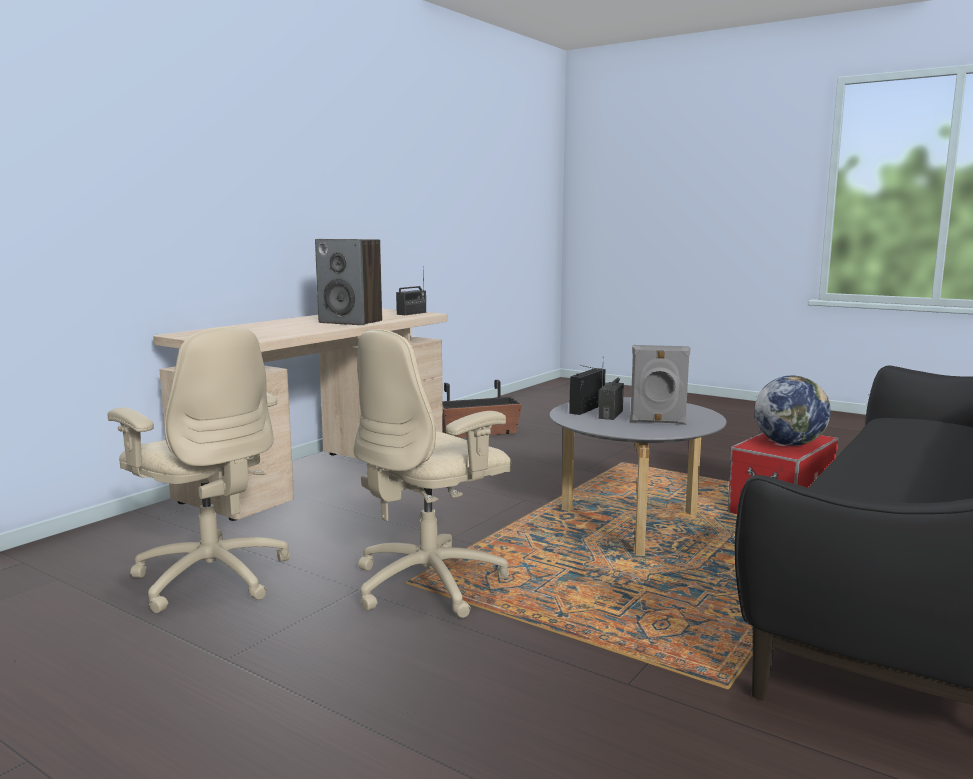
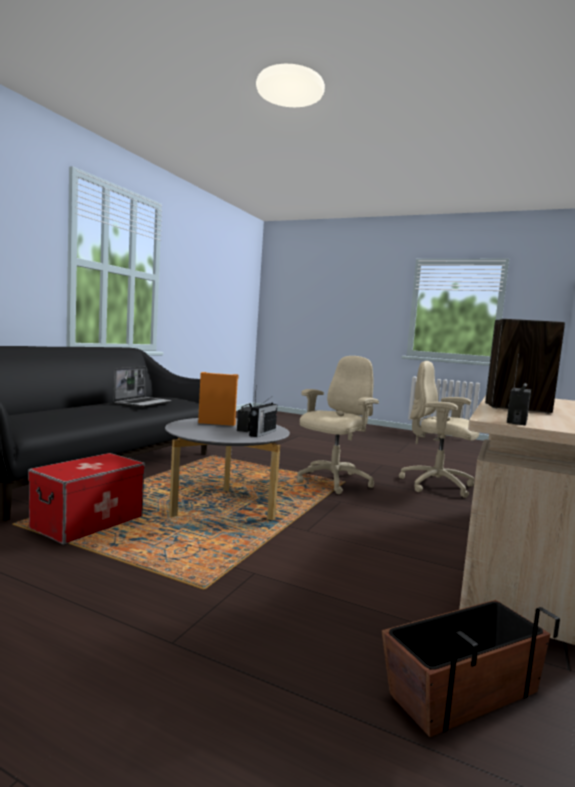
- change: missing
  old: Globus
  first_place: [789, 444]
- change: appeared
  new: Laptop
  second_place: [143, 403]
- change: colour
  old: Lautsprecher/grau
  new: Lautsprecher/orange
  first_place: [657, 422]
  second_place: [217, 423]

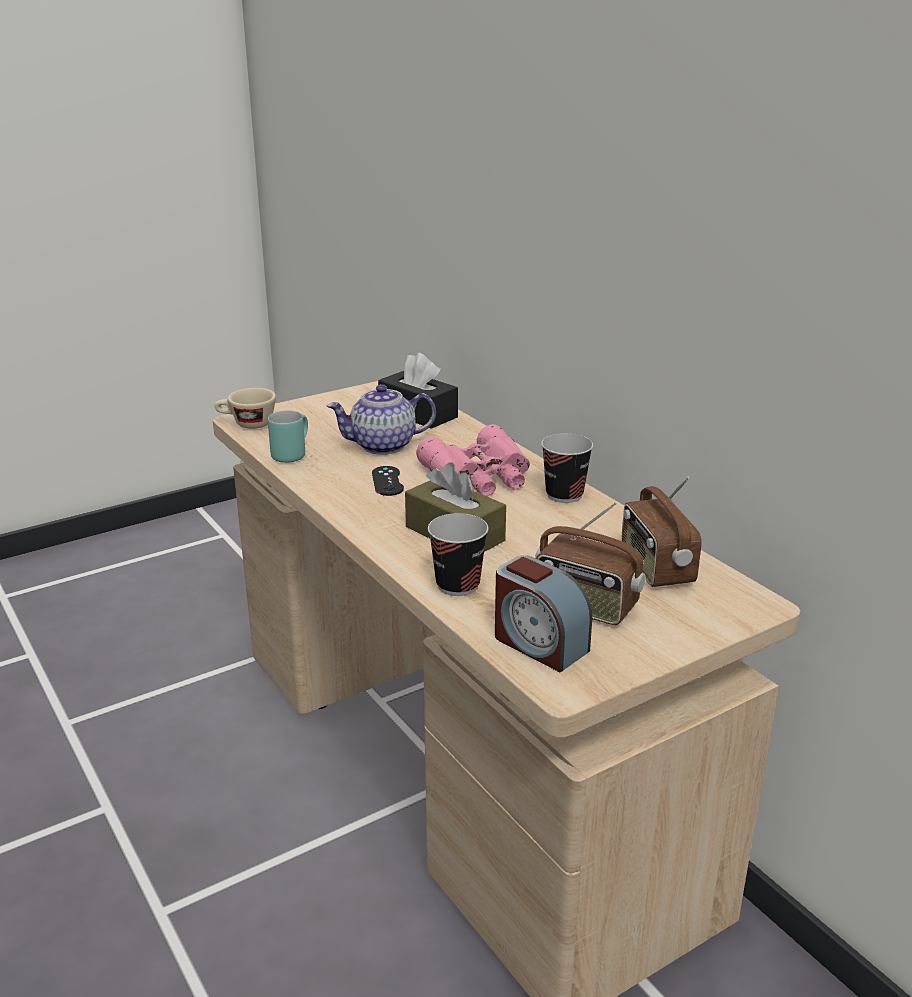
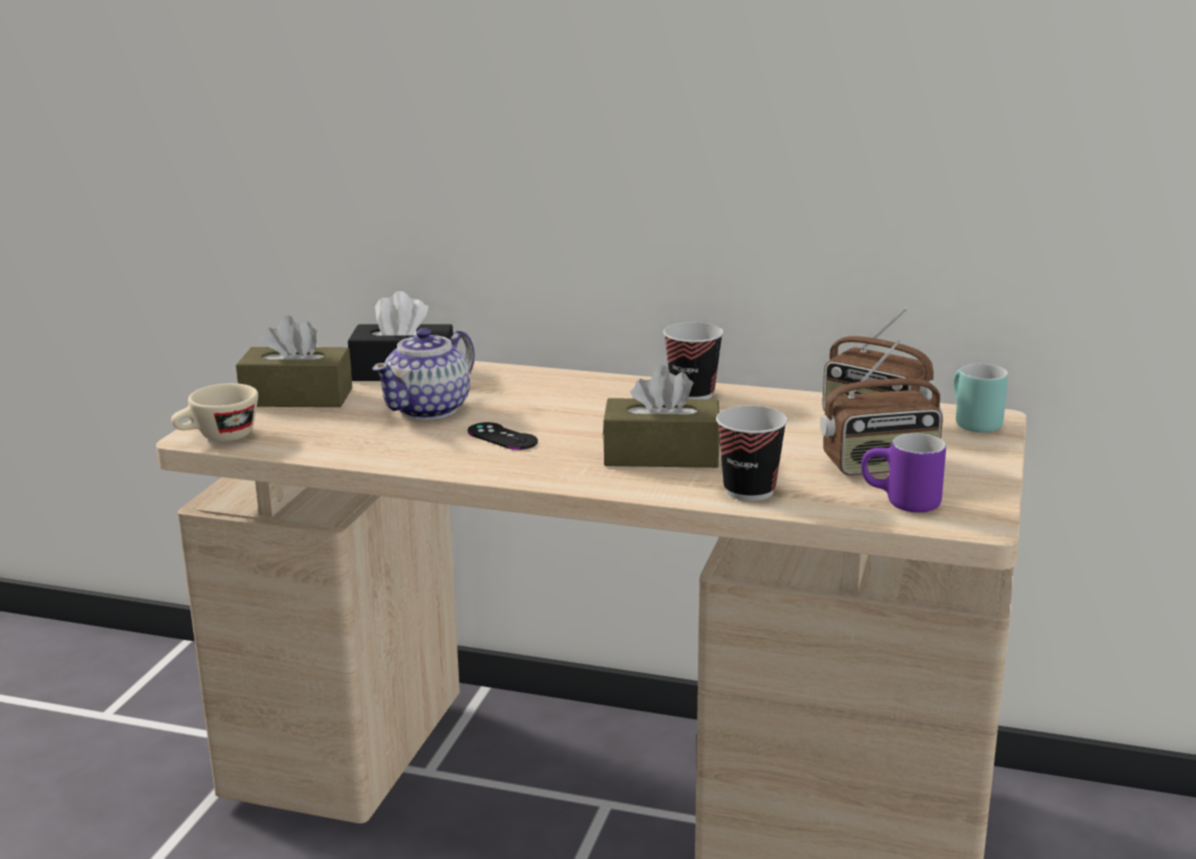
- change: missing
  old: Fernglas/rosa
  first_place: [481, 475]
- change: appeared
  new: Taschentuchbox/braun
  second_place: [297, 397]
- change: relocated
  old: Henkelbecher/türkis
  first_place: [290, 453]
  second_place: [969, 423]
- change: exchanged
  old: Wecker
  new: Henkelbecher/lila
  first_place: [539, 644]
  second_place: [900, 504]

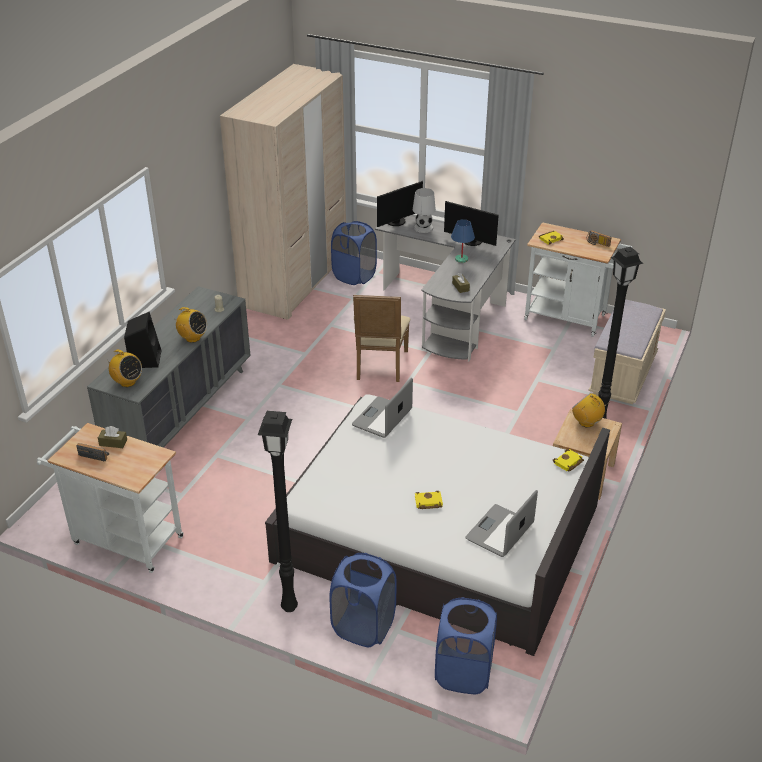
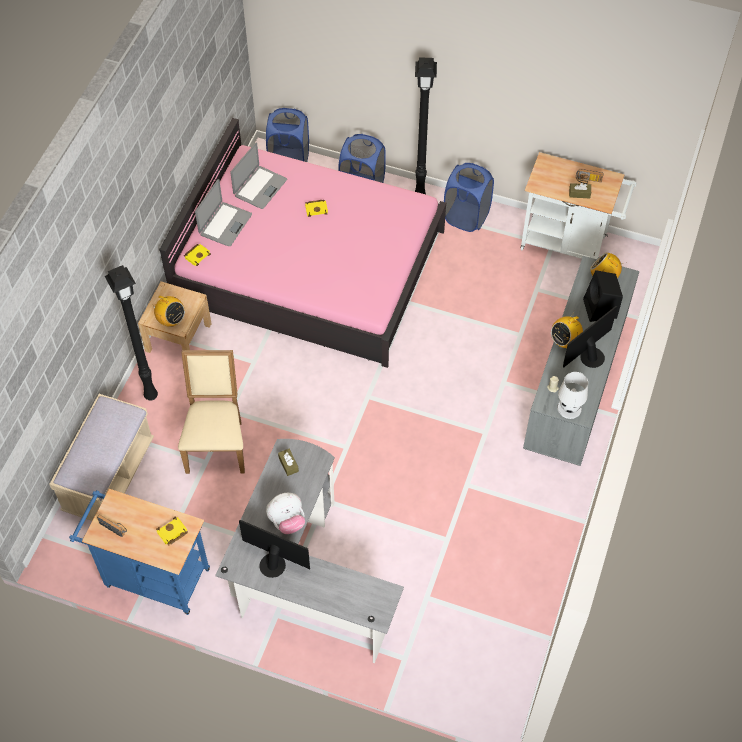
- change: missing
  old: Kleiderschrank/beige
  first_place: [295, 280]
- change: relocated
  old: Wäschekorb/blau
  first_place: [354, 276]
  second_place: [466, 216]
- change: relocated
  old: Laptop
  first_place: [382, 418]
  second_place: [225, 224]
- change: relocated
  old: Stuhl/beige
  first_place: [379, 367]
  second_place: [217, 443]
- change: relocated
  old: Monitor
  first_place: [397, 222]
  second_place: [590, 356]
- change: relocated
  old: Tischlampe/weiß
  first_place: [423, 228]
  second_place: [569, 408]
- change: exchanged
  old: Tischlampe/blau
  new: Plüschtier
  first_place: [461, 259]
  second_place: [287, 521]
- change: colour
  old: Bett/weiß
  new: Bett/rosa
  first_place: [438, 534]
  second_place: [309, 266]
- change: colour
  old: Rollwagen/weiß
  new: Rollwagen/blau
  first_place: [570, 318]
  second_place: [151, 576]
- change: spun
  old: Radio
  first_place: [192, 338]
  second_place: [565, 341]
  degrees: -60

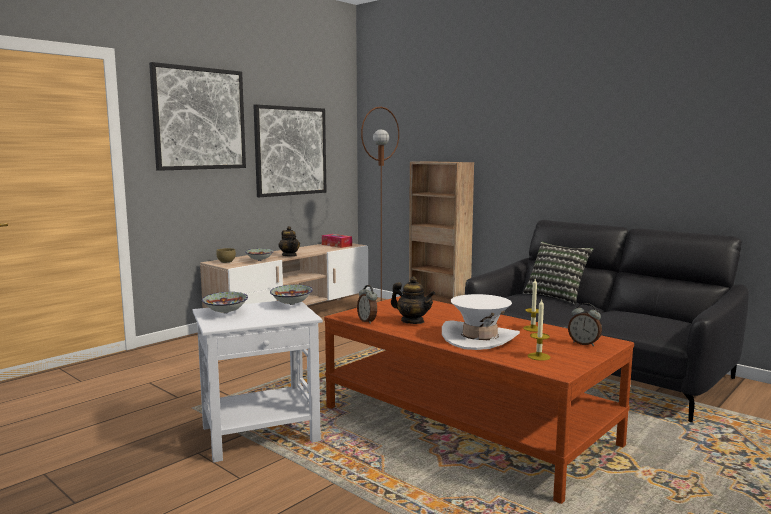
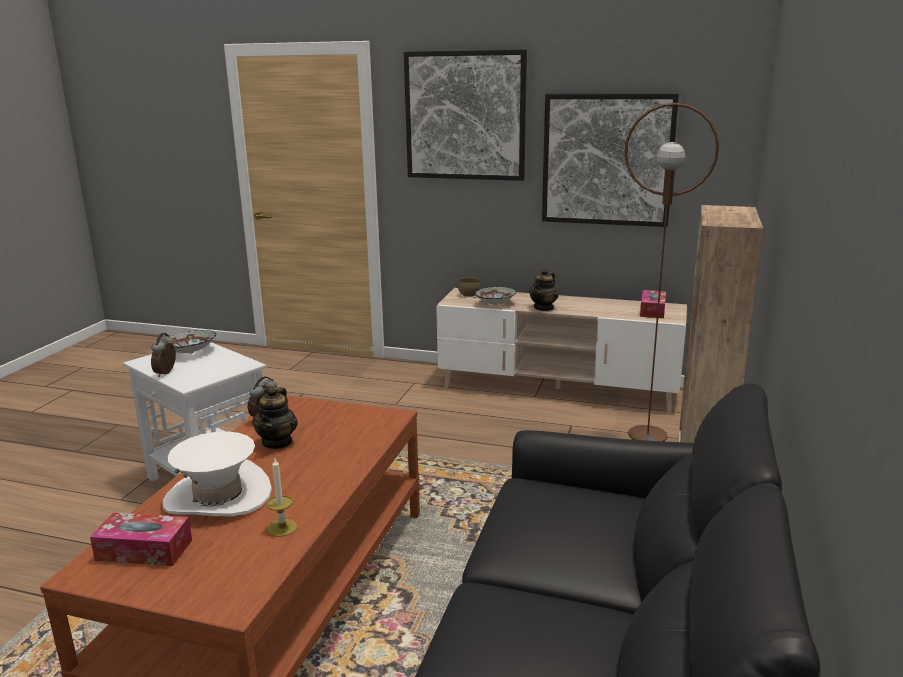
- change: missing
  old: Schüssel
  first_place: [292, 304]
- change: missing
  old: Kissen
  first_place: [556, 296]
- change: relocated
  old: Wecker
  first_place: [584, 343]
  second_place: [167, 373]
- change: exchanged
  old: Kerze
  new: Taschentuchbox
  first_place: [538, 356]
  second_place: [144, 550]

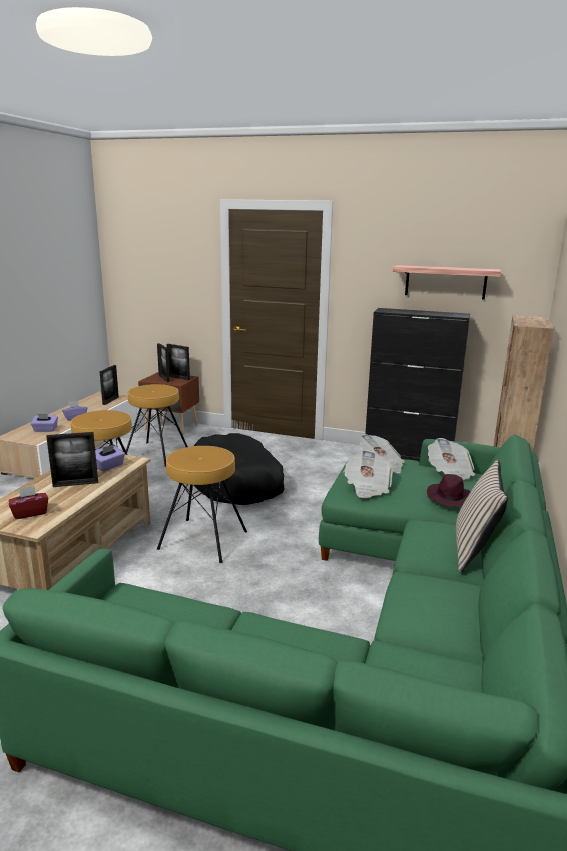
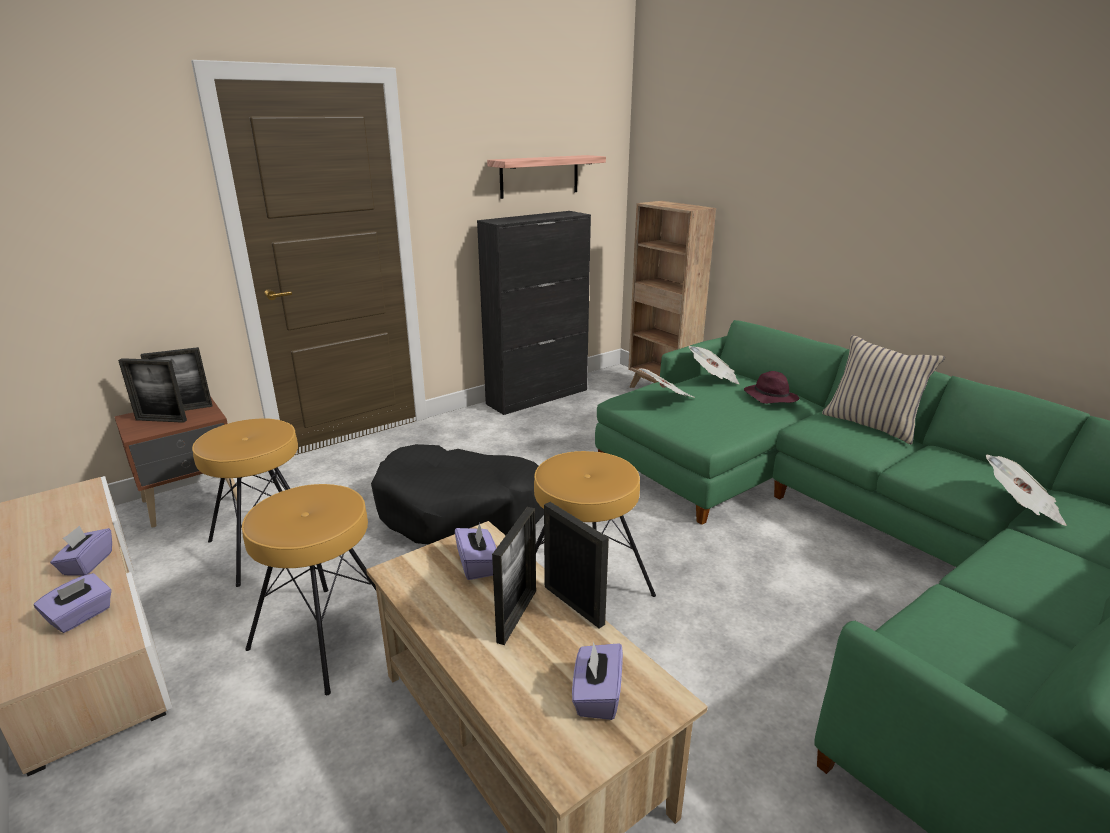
- change: relocated
  old: Bilderrahmen
  first_place: [110, 400]
  second_place: [573, 605]
- change: relocated
  old: Zeitung
  first_place: [367, 487]
  second_place: [1020, 507]
- change: colour
  old: Taschentuchbox/rot
  new: Taschentuchbox/lila
  first_place: [30, 513]
  second_place: [596, 696]

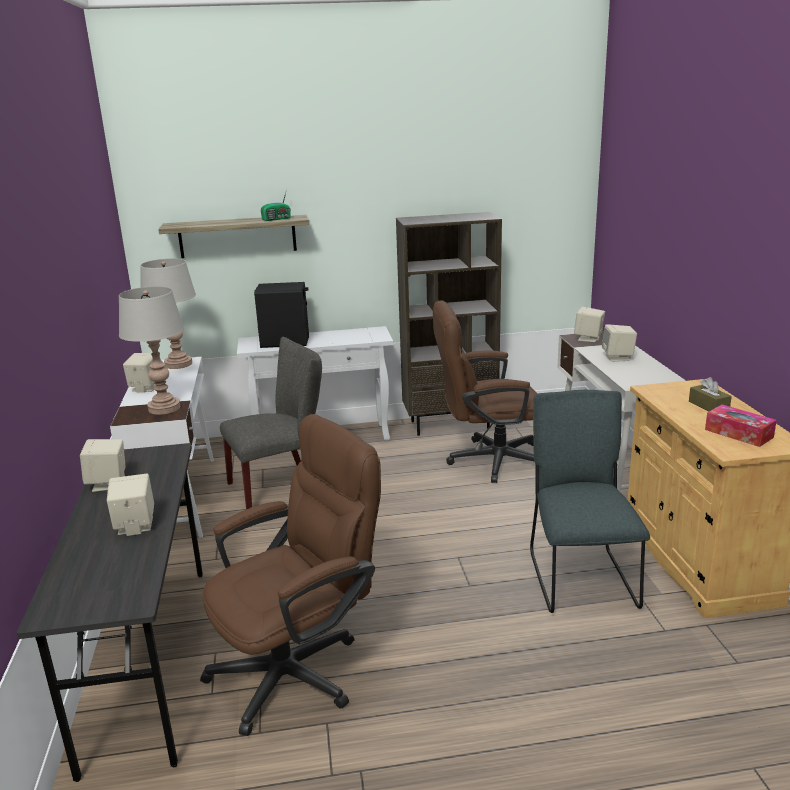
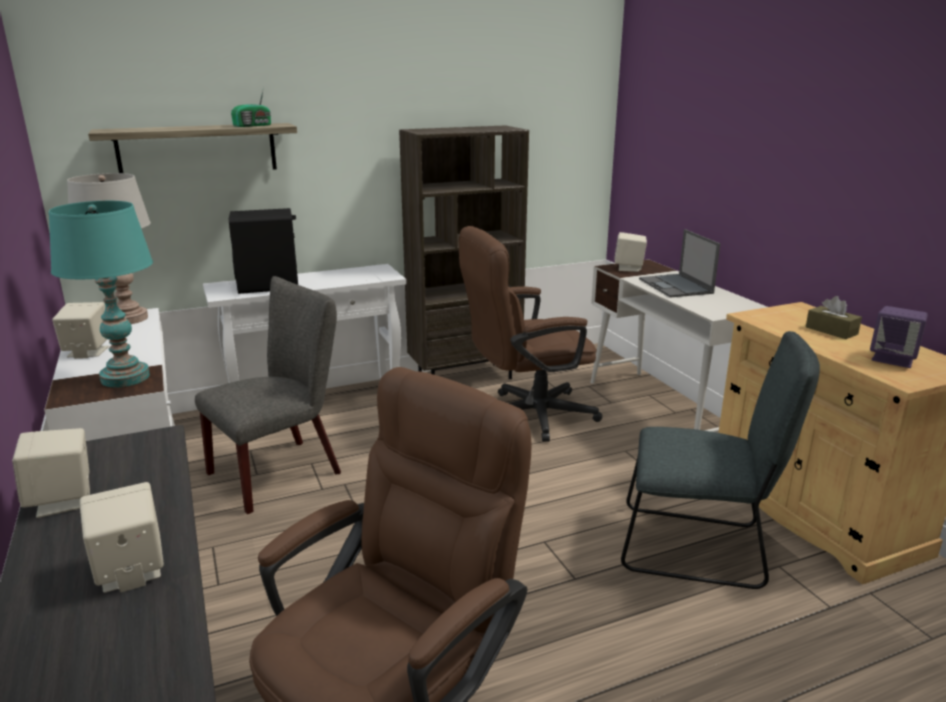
- change: exchanged
  old: Lautsprecher/beige
  new: Laptop
  first_place: [618, 357]
  second_place: [676, 286]
- change: exchanged
  old: Taschentuchbox
  new: Lautsprecher/lila
  first_place: [738, 433]
  second_place: [893, 359]
- change: colour
  old: Tischlampe/grau
  new: Tischlampe/türkis
  first_place: [164, 408]
  second_place: [125, 378]
- change: spun
  old: Stuhl/grau
  first_place: [580, 576]
  second_place: [699, 548]
  degrees: 120

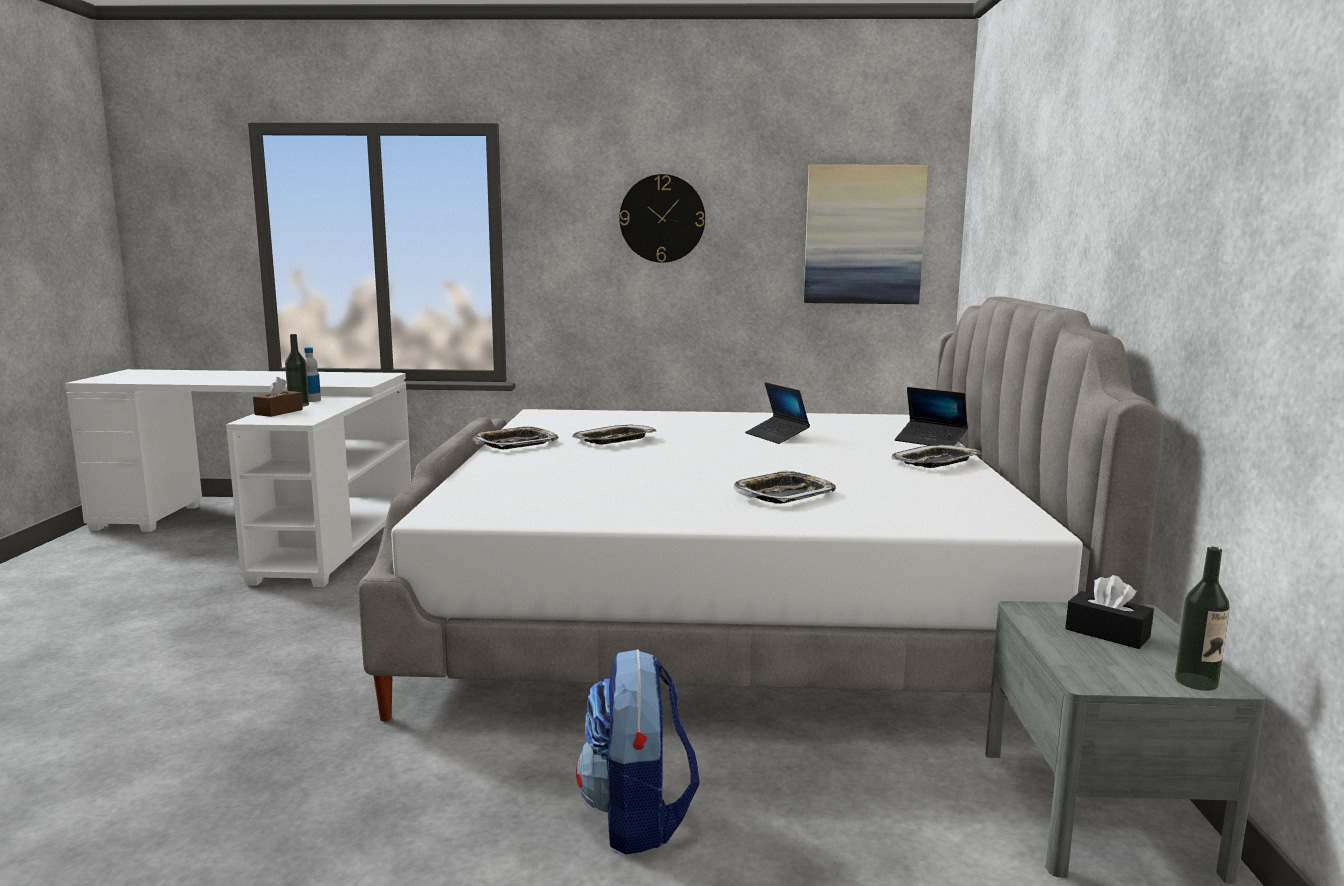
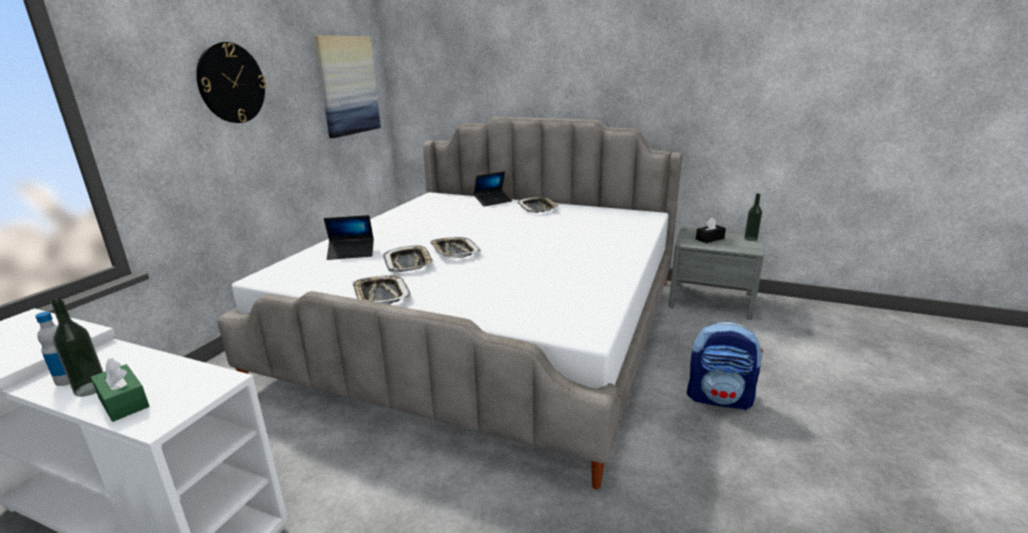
- change: relocated
  old: Tablett
  first_place: [783, 495]
  second_place: [454, 251]
- change: relocated
  old: Laptop
  first_place: [777, 436]
  second_place: [351, 253]
- change: colour
  old: Taschentuchbox/braun
  new: Taschentuchbox/grün
  first_place: [279, 412]
  second_place: [123, 402]

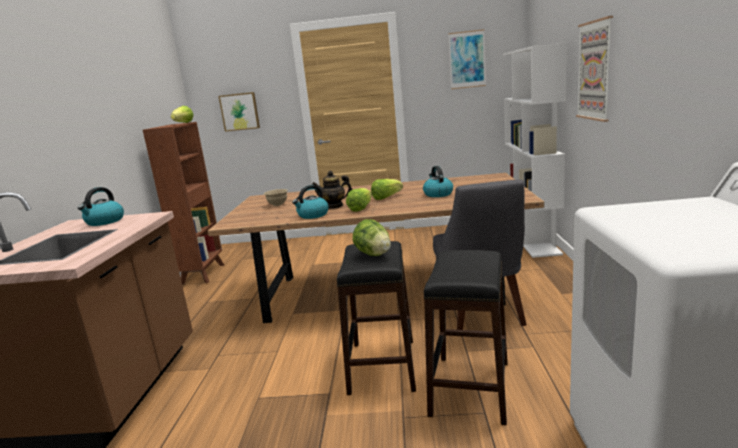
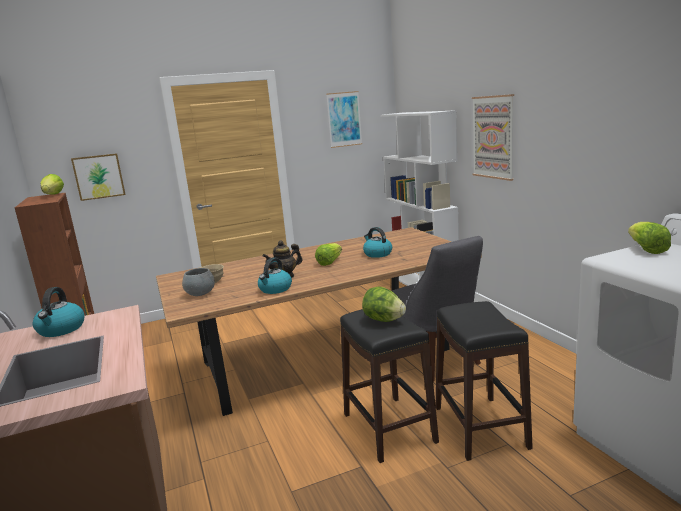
- change: appeared
  new: Schüssel/grau
  second_place: [201, 294]
- change: relocated
  old: Salatkopf
  first_place: [361, 208]
  second_place: [646, 249]

